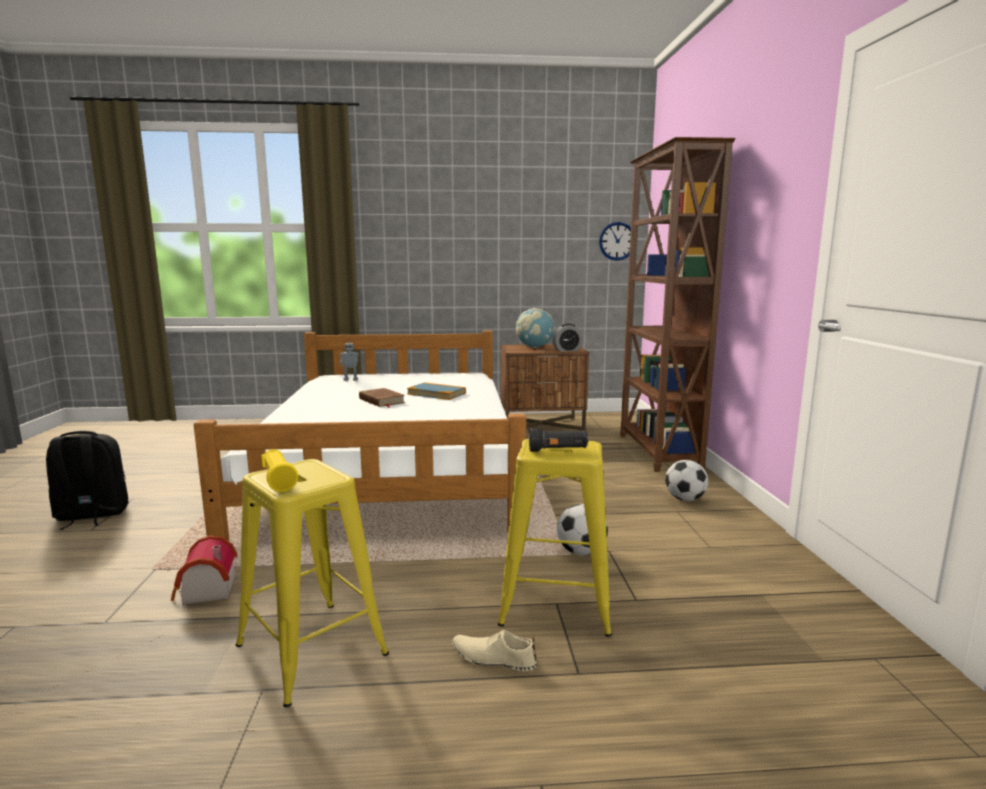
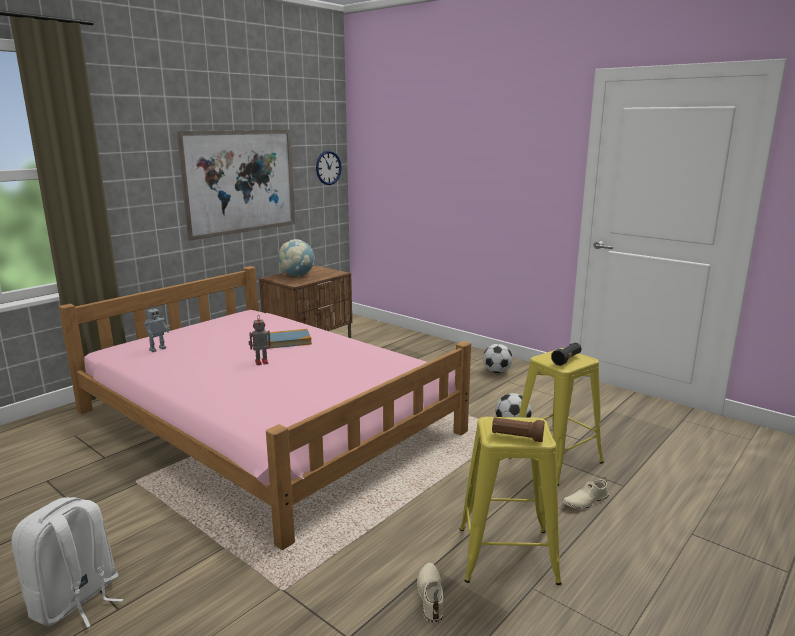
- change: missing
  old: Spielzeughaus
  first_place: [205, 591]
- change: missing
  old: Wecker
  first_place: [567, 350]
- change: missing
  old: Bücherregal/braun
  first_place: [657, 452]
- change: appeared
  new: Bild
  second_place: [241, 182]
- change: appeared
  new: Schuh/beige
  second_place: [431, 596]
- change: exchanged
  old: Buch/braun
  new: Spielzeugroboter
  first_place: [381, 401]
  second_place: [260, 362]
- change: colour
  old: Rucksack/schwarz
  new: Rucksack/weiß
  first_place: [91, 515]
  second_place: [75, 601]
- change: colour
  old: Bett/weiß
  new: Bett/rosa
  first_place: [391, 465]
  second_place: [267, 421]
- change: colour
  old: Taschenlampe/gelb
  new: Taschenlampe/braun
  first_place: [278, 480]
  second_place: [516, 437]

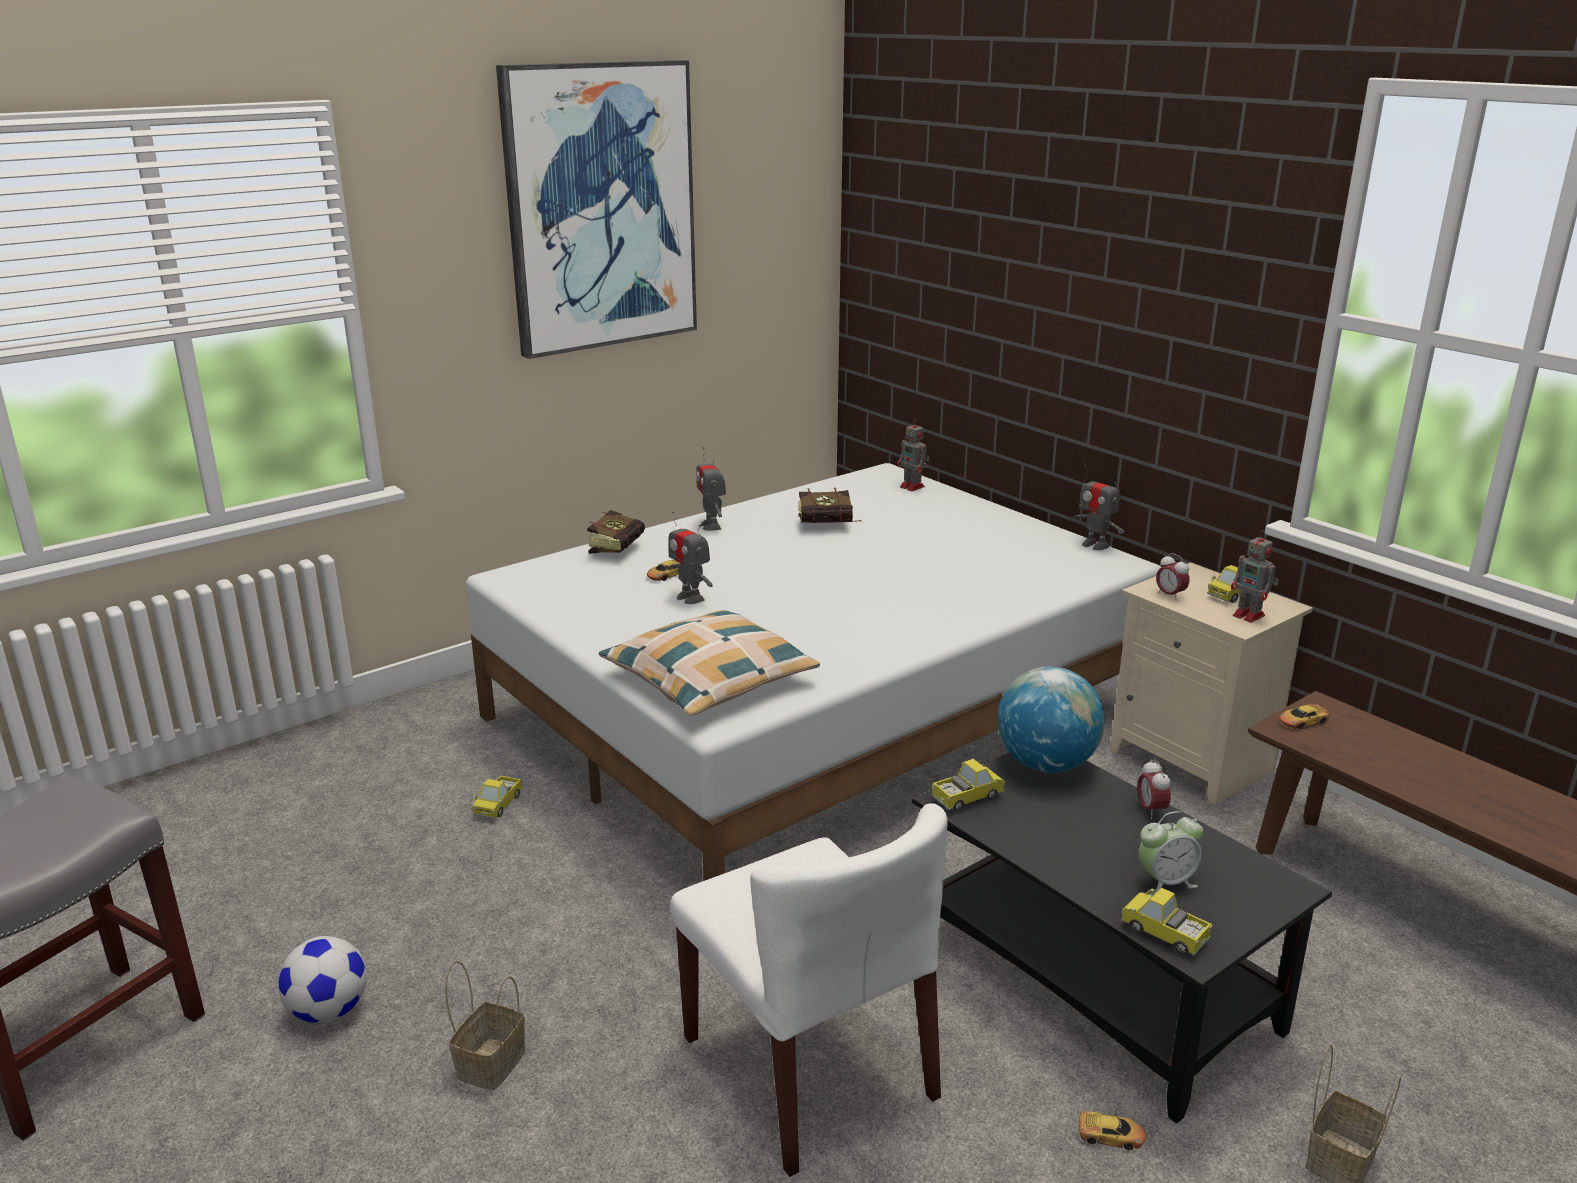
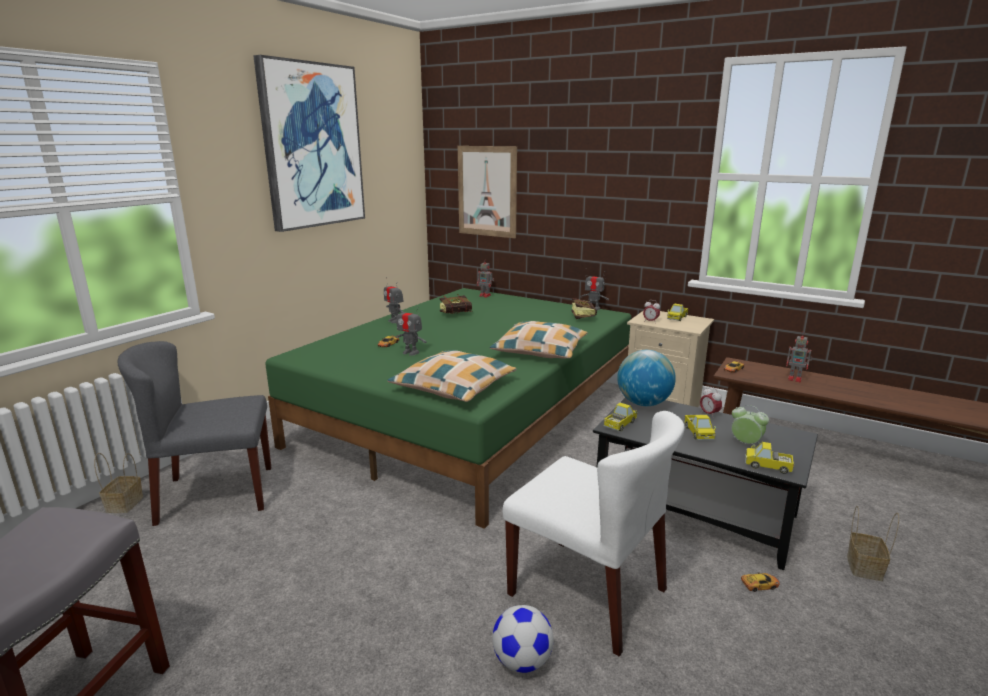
- change: appeared
  new: Stuhl/grau
  second_place: [215, 494]
- change: appeared
  new: Bild
  second_place: [487, 191]
- change: appeared
  new: Kissen
  second_place: [540, 350]
- change: relocated
  old: Fußball
  first_place: [329, 1011]
  second_place: [522, 661]
- change: relocated
  old: Korb
  first_place: [491, 1062]
  second_place: [124, 503]
- change: relocated
  old: Spielzeuglaster
  first_place: [498, 805]
  second_place: [698, 433]
- change: relocated
  old: Buch
  first_place: [619, 548]
  second_place: [582, 316]
- change: relocated
  old: Spielzeugroboter
  first_place: [1250, 616]
  second_place: [795, 379]
- change: colour
  old: Bett/weiß
  new: Bett/grün
  first_place: [818, 713]
  second_place: [470, 414]
- change: spun
  old: Wecker
  first_place: [1165, 882]
  second_place: [746, 444]
  degrees: -105

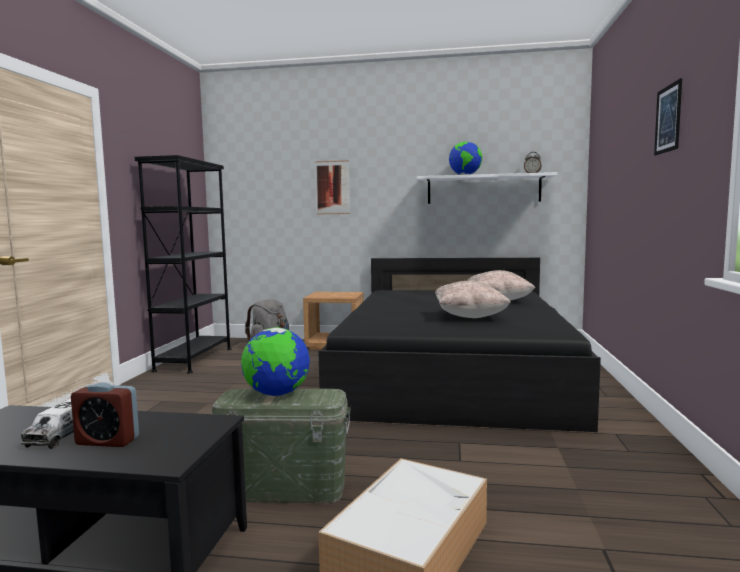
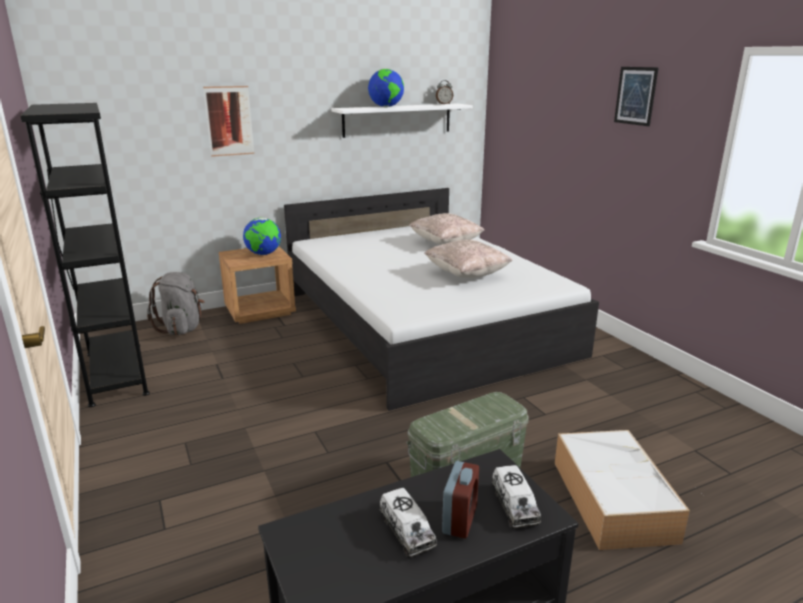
- change: appeared
  new: Spielzeuglaster
  second_place: [514, 506]
- change: relocated
  old: Globus
  first_place: [276, 394]
  second_place: [263, 254]
- change: colour
  old: Bett/schwarz
  new: Bett/weiß
  first_place: [452, 373]
  second_place: [423, 323]
- change: spun
  old: Wecker
  first_place: [107, 441]
  second_place: [460, 519]
  degrees: -45

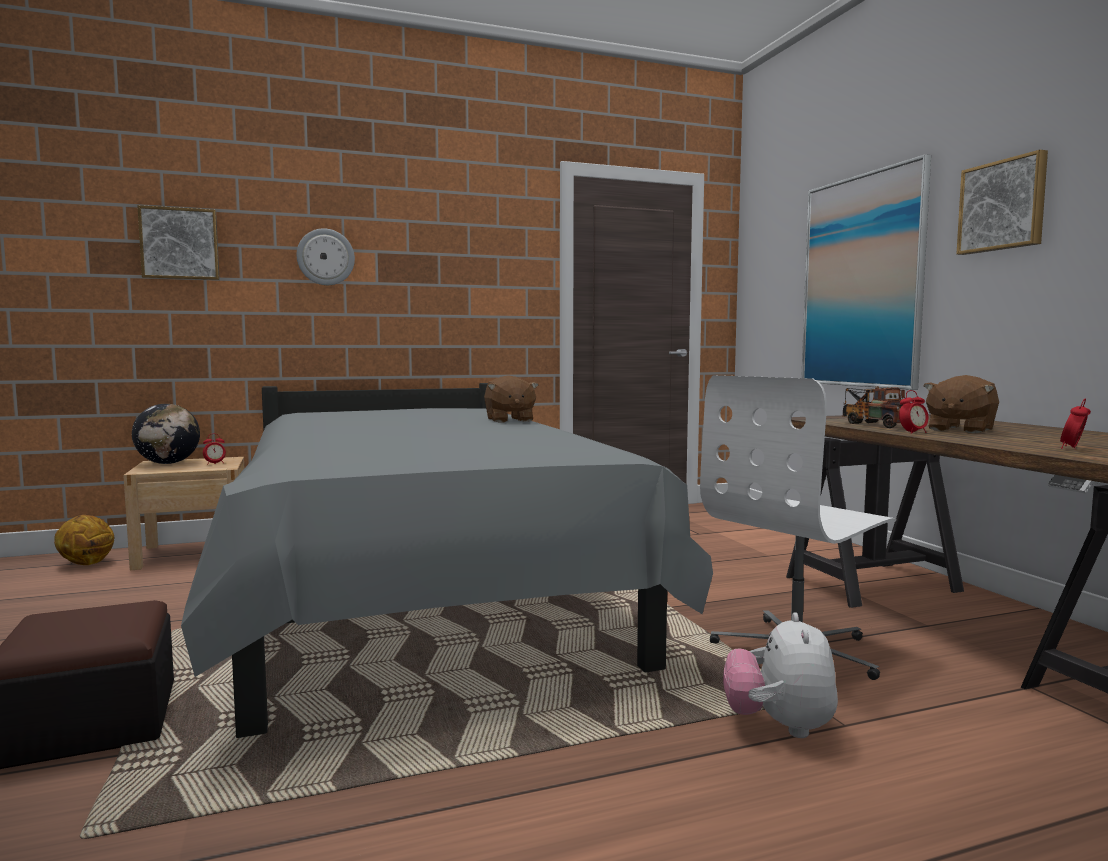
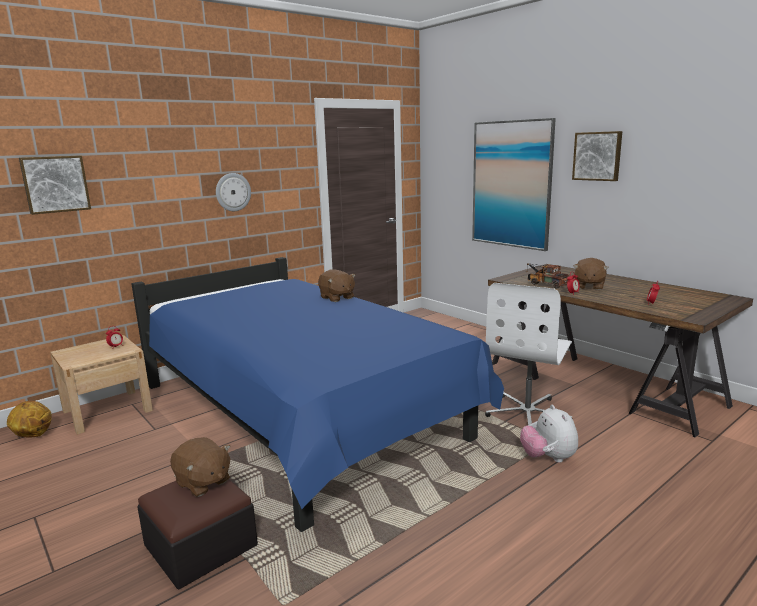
- change: missing
  old: Globus
  first_place: [168, 463]
- change: appeared
  new: Plüschtier/braun
  second_place: [203, 482]
- change: relocated
  old: Wanduhr
  first_place: [325, 257]
  second_place: [233, 192]
- change: colour
  old: Bett/grau
  new: Bett/blau
  first_place: [418, 593]
  second_place: [301, 414]

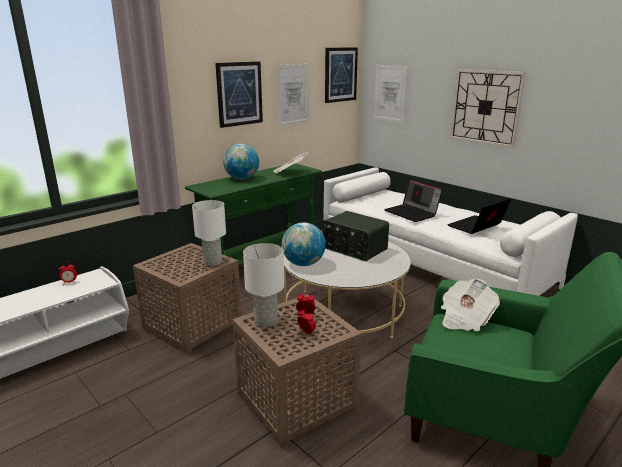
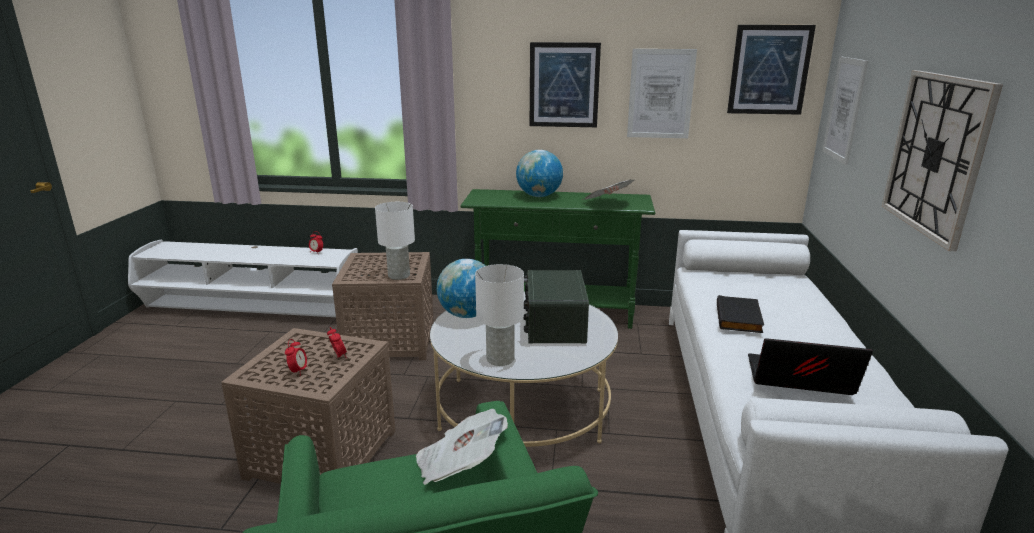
- change: relocated
  old: Tischlampe/weiß
  first_place: [266, 320]
  second_place: [501, 358]
- change: exchanged
  old: Laptop
  new: Buch/schwarz
  first_place: [412, 213]
  second_place: [740, 318]

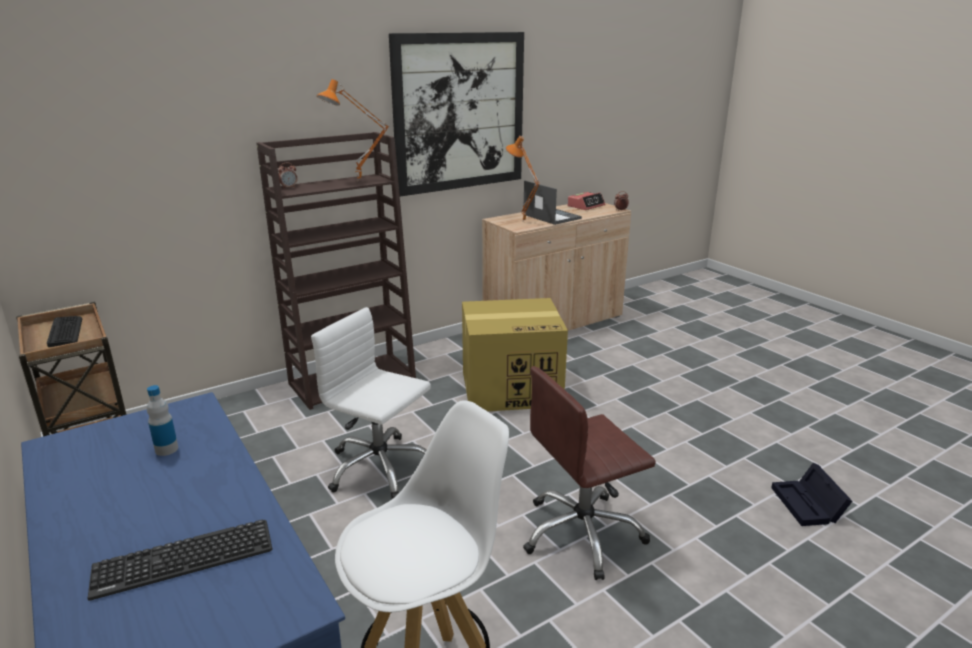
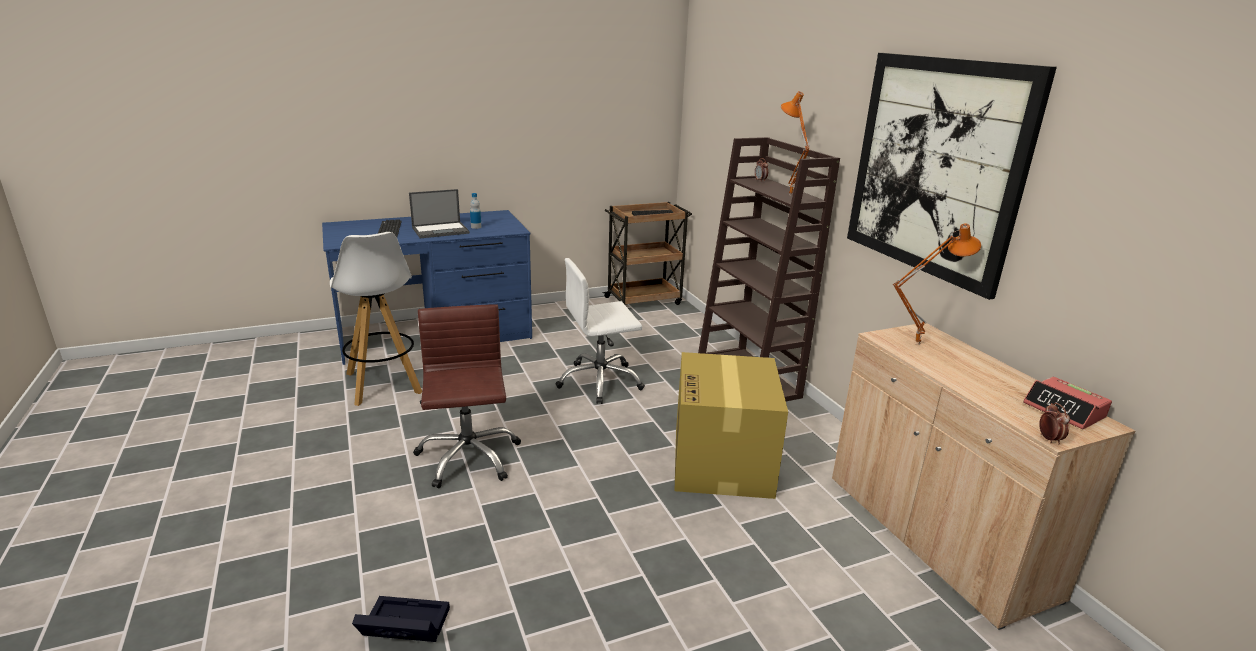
- change: relocated
  old: Laptop
  first_place: [551, 216]
  second_place: [441, 230]
- change: spun
  old: Bürostuhl/weiß
  first_place: [379, 468]
  second_place: [600, 382]
  degrees: -150

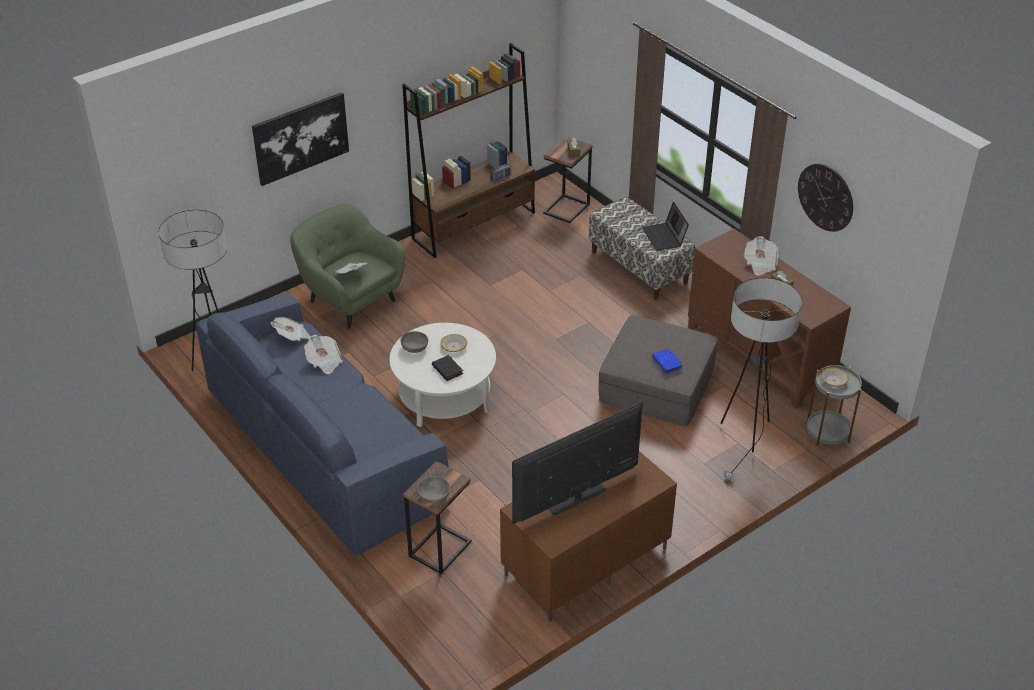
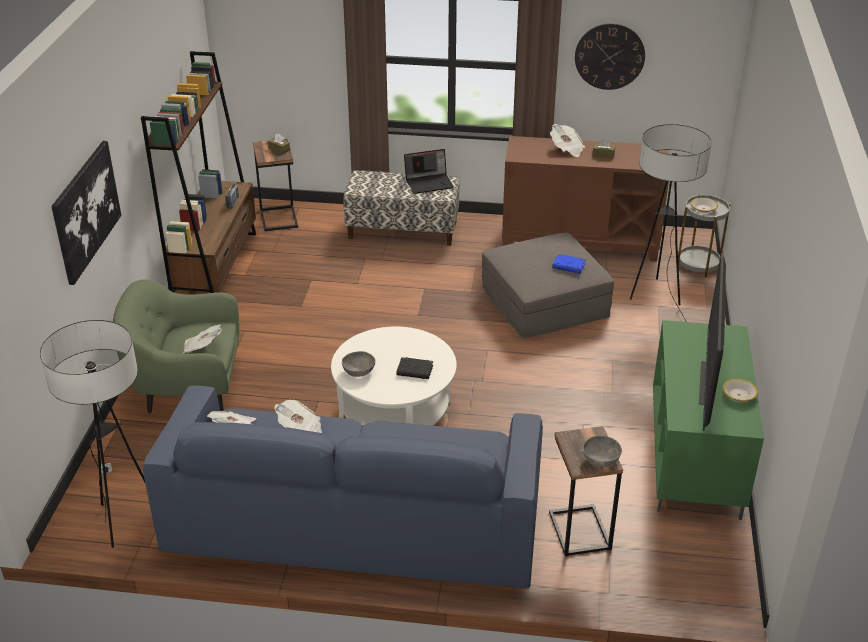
- change: relocated
  old: Schüssel
  first_place: [453, 347]
  second_place: [738, 395]
- change: colour
  old: Fernsehschrank/braun
  new: Fernsehschrank/grün
  first_place: [585, 563]
  second_place: [696, 458]
- change: spun
  old: Laptop
  first_place: [664, 237]
  second_place: [429, 183]
  degrees: -45

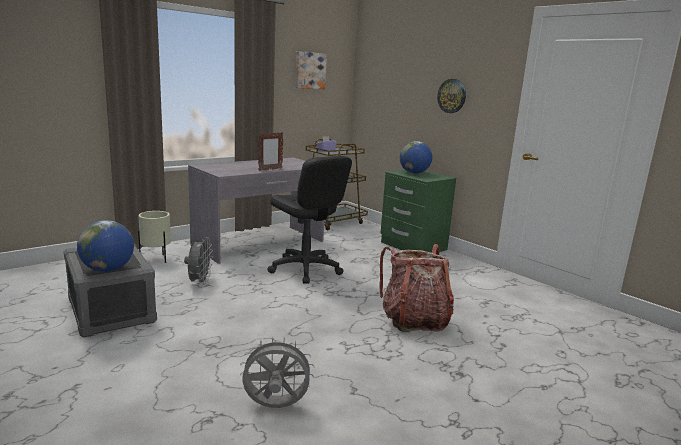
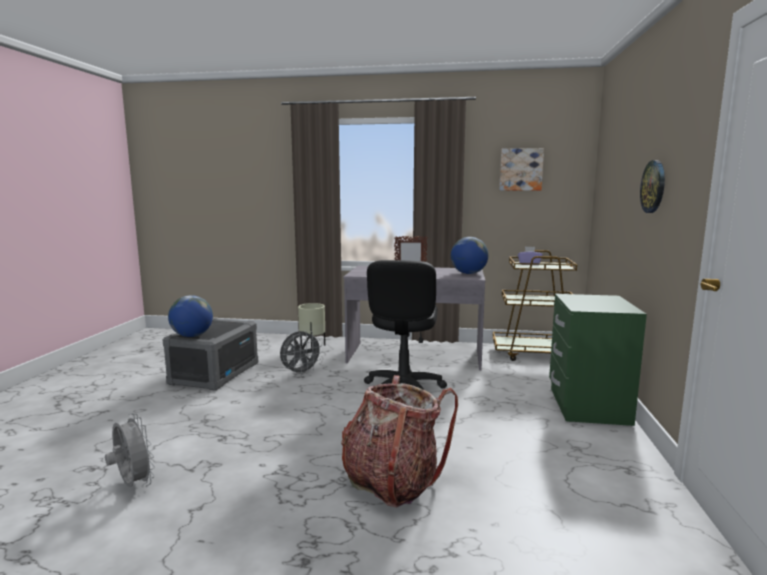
- change: relocated
  old: Globus
  first_place: [414, 173]
  second_place: [468, 273]

